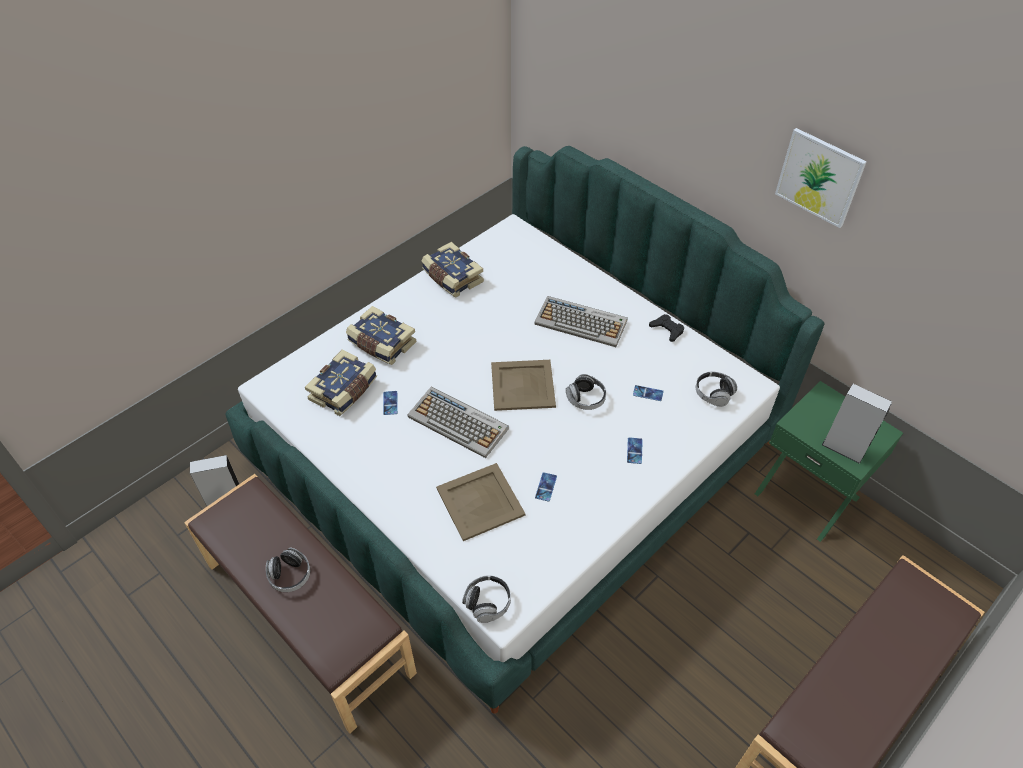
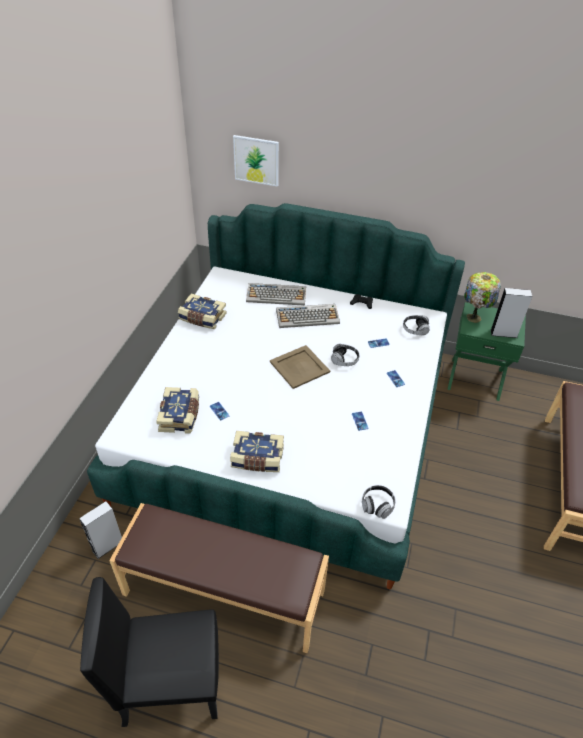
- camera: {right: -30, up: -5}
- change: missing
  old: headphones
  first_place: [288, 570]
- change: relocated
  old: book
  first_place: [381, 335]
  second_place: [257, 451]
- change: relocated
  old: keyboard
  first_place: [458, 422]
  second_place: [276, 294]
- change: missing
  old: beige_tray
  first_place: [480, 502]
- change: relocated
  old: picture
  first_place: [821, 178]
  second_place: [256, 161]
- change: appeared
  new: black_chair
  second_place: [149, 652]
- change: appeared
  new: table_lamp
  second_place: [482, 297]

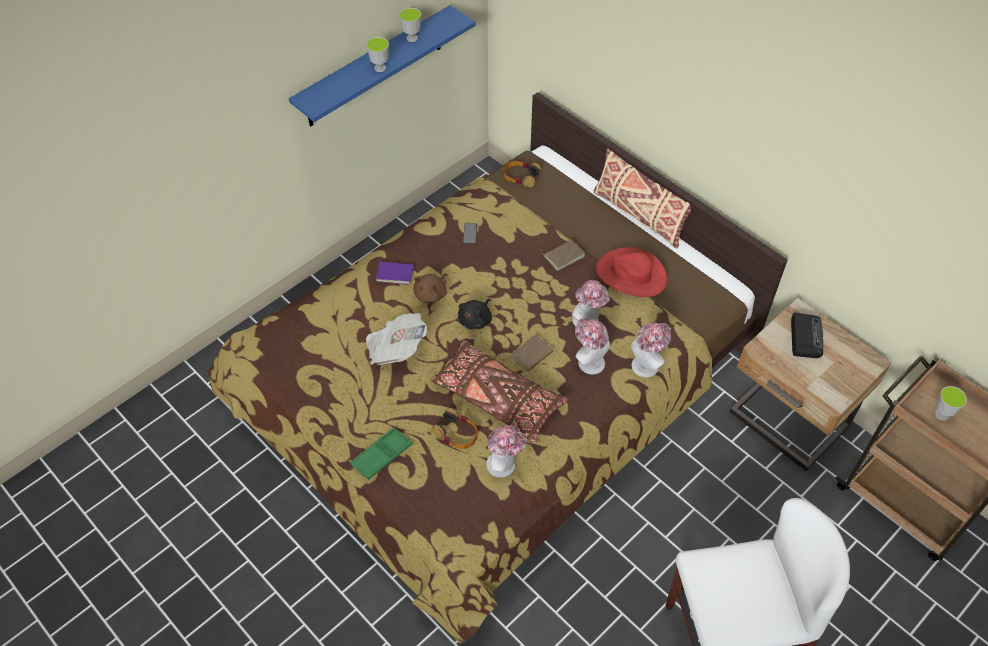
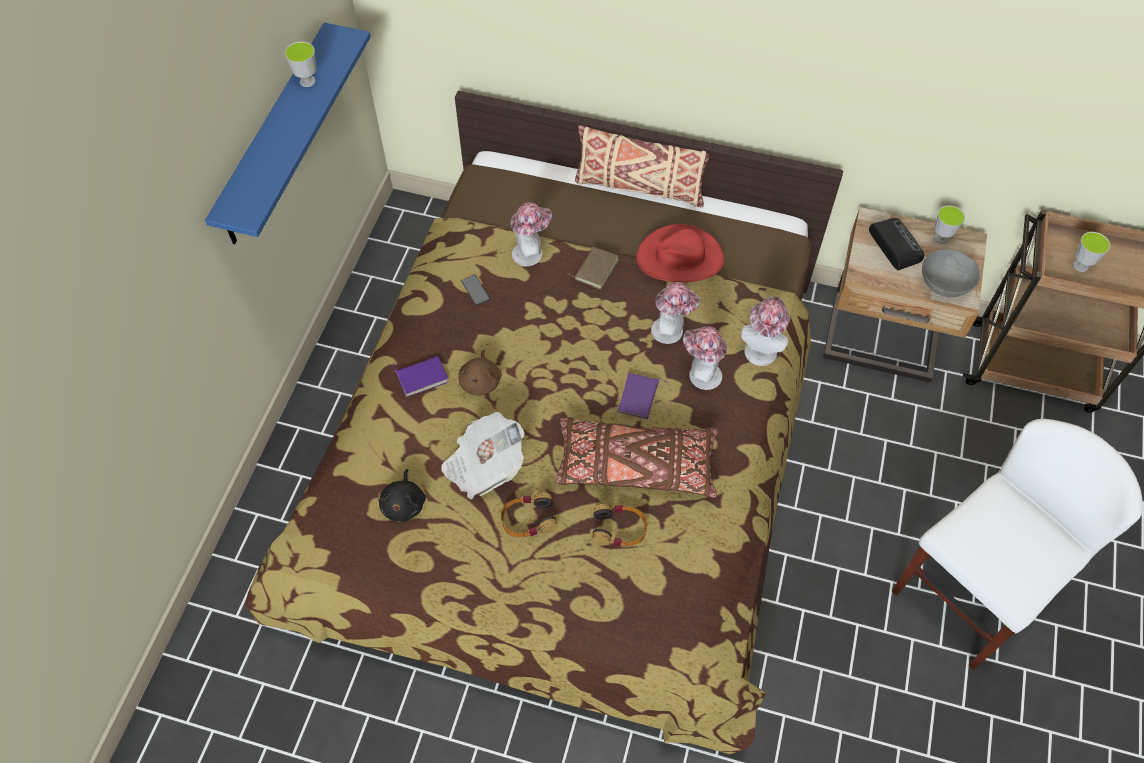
- camera: {right: -30, up: 5}
- change: missing
  old: green_tray
  first_place: [381, 453]
- change: relocated
  old: cup
  first_place: [377, 54]
  second_place: [949, 224]
- change: relocated
  old: black_plush_toy
  first_place: [475, 314]
  second_place: [402, 495]
- change: relocated
  old: hat
  first_place: [506, 451]
  second_place: [531, 234]
- change: relocated
  old: headphones
  first_place: [522, 174]
  second_place: [529, 515]
- change: colour
  old: brown_book
  new: purple_book
  first_place: [534, 353]
  second_place: [642, 396]
- change: appeared
  new: grey_bowl
  second_place: [951, 273]

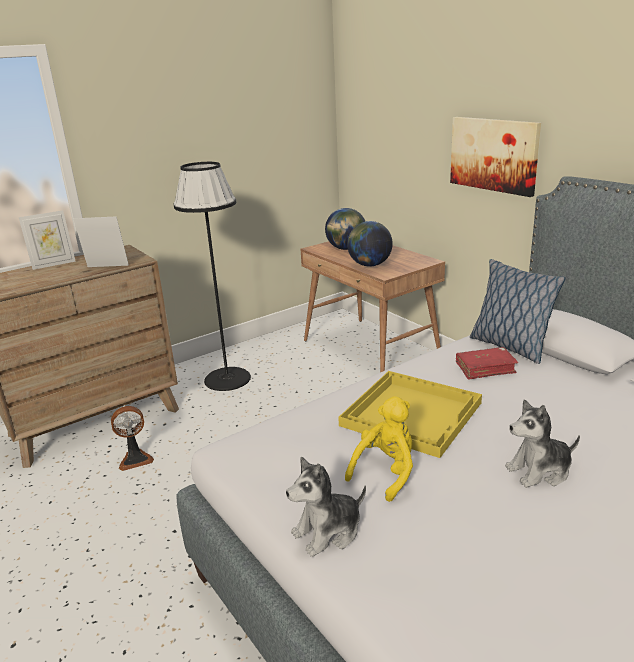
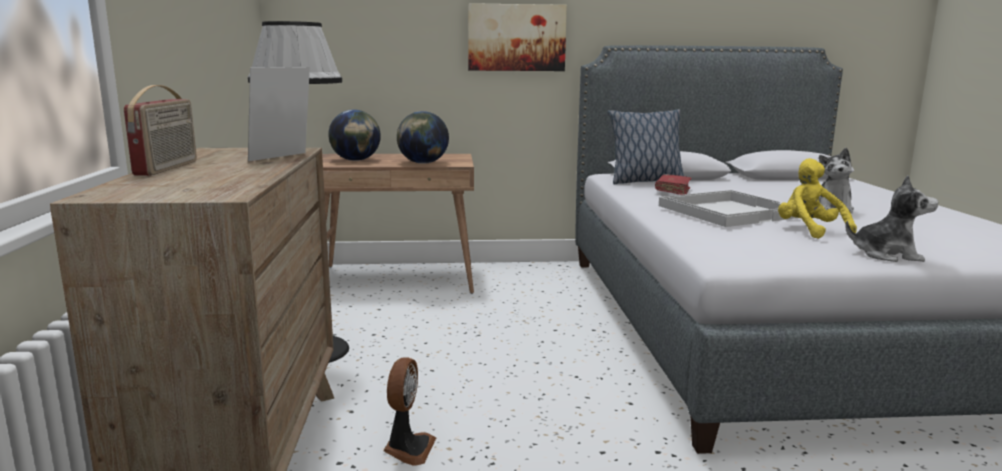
- camera: {right: -60, up: -10}
- change: exchanged
  old: picture_frame
  new: radio
  first_place: [47, 240]
  second_place: [160, 130]
- change: spun
  old: plush_toy
  first_place: [326, 507]
  second_place: [891, 218]
  degrees: -75
- change: colour
  old: yellow_tray
  new: white_tray
  first_place: [410, 414]
  second_place: [727, 208]

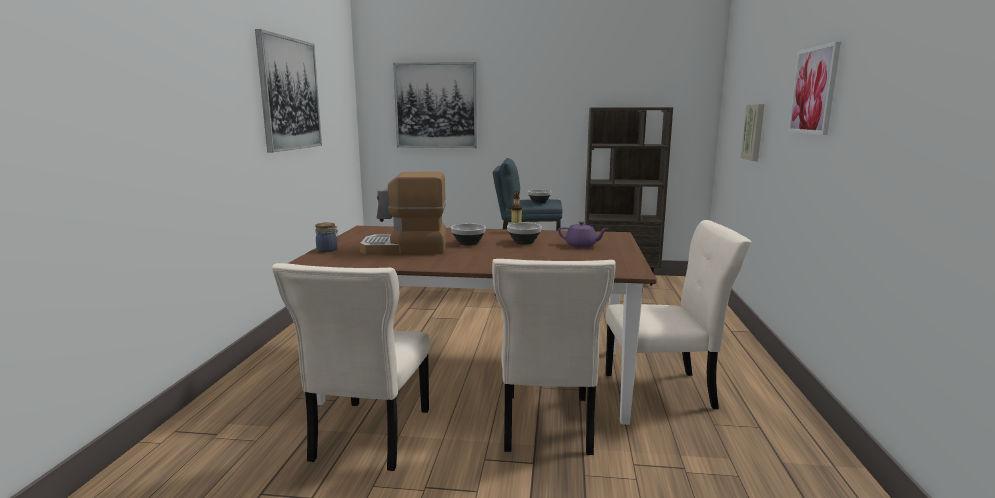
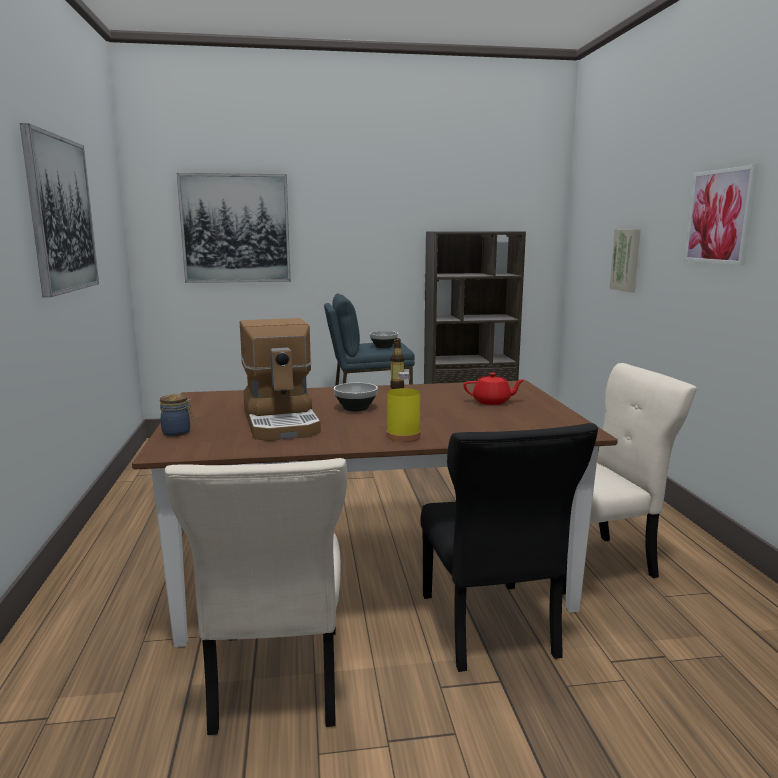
- camera: {right: -15, up: 0}
- change: spun
  old: coffee_machine
  first_place: [403, 213]
  second_place: [280, 379]
  degrees: -90
- change: colour
  old: beige_chair
  new: black_chair
  first_place: [554, 357]
  second_place: [509, 547]
- change: missing
  old: bowl
  first_place: [524, 233]
- change: colour
  old: purple_teapot
  new: red_teapot
  first_place: [583, 234]
  second_place: [493, 389]
- change: appeared
  new: yellow_bottle
  second_place: [403, 407]

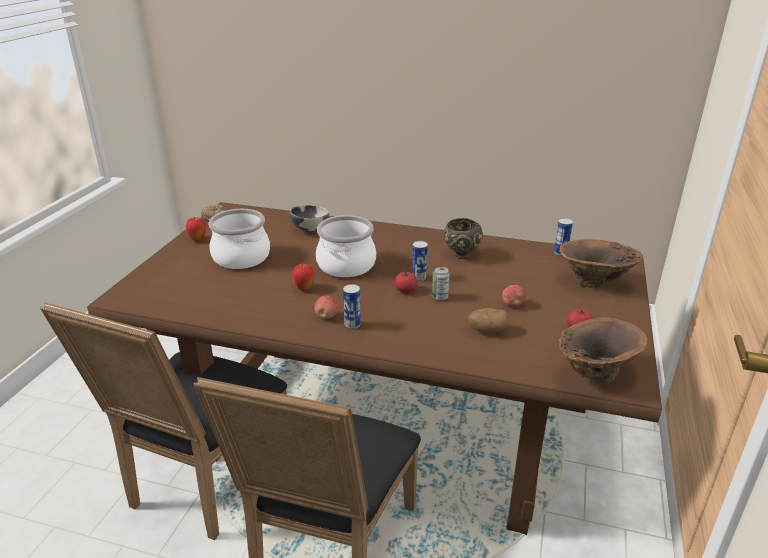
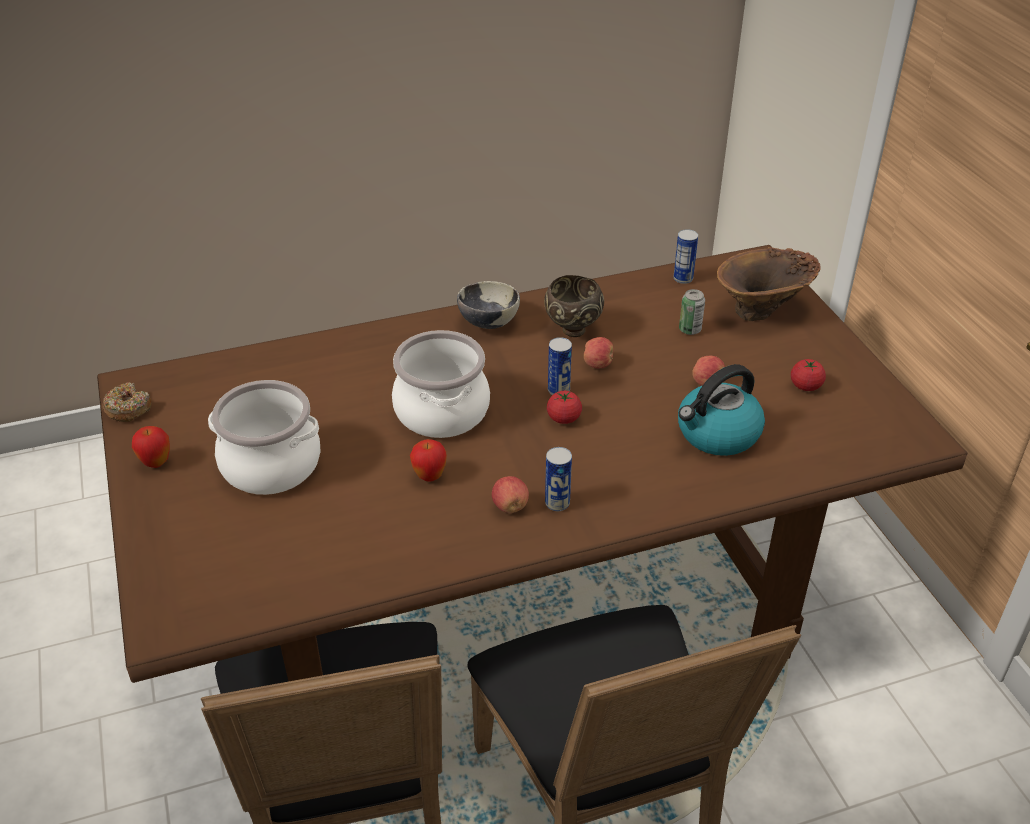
- camera: {right: -35, up: 10}
- change: relocated
  old: bowl
  first_place: [309, 218]
  second_place: [488, 305]
- change: relocated
  old: can
  first_place: [441, 284]
  second_place: [692, 312]
- change: exchanged
  old: potato
  new: kettle
  first_place: [488, 320]
  second_place: [721, 410]
- change: missing
  old: brown_vase
  first_place: [603, 351]
- change: appeared
  new: apple
  second_place: [598, 352]

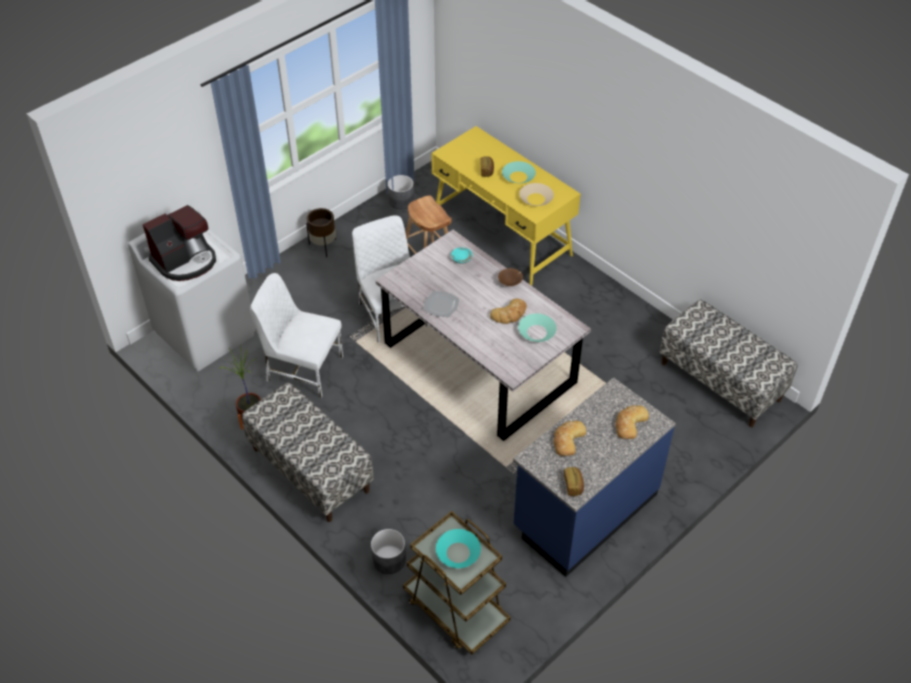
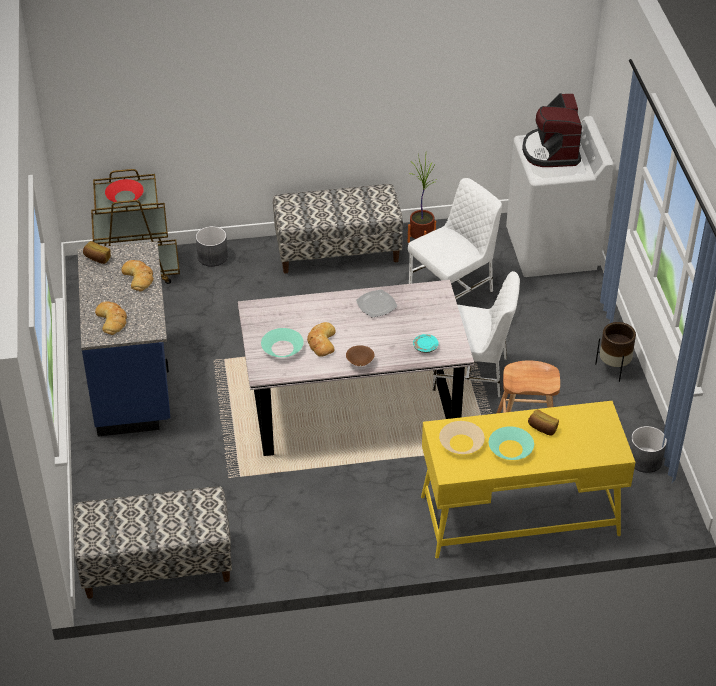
- camera: {right: 125, up: -5}
- change: colour
  old: turquoise_bowl
  new: red_bowl
  first_place: [458, 548]
  second_place: [124, 191]

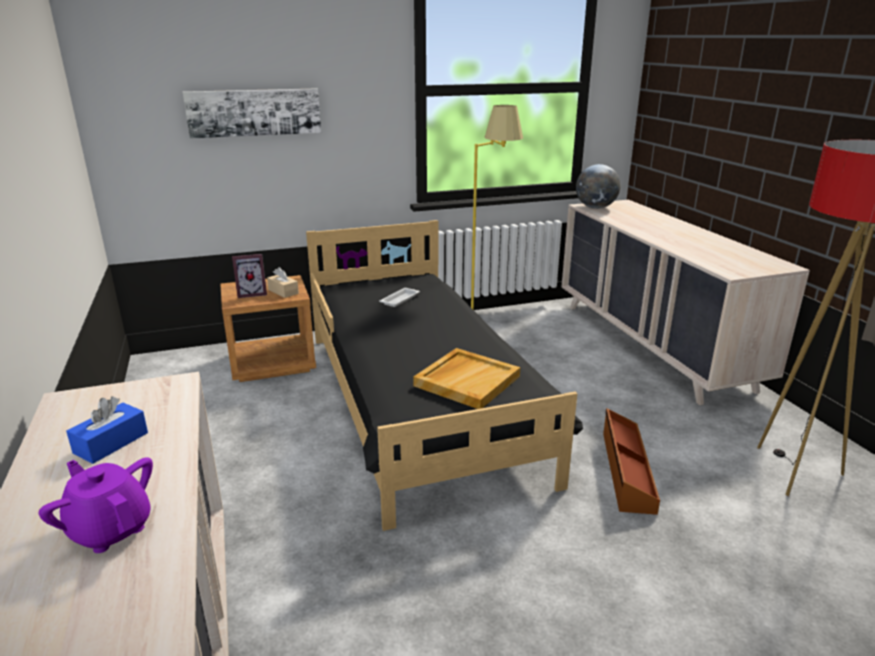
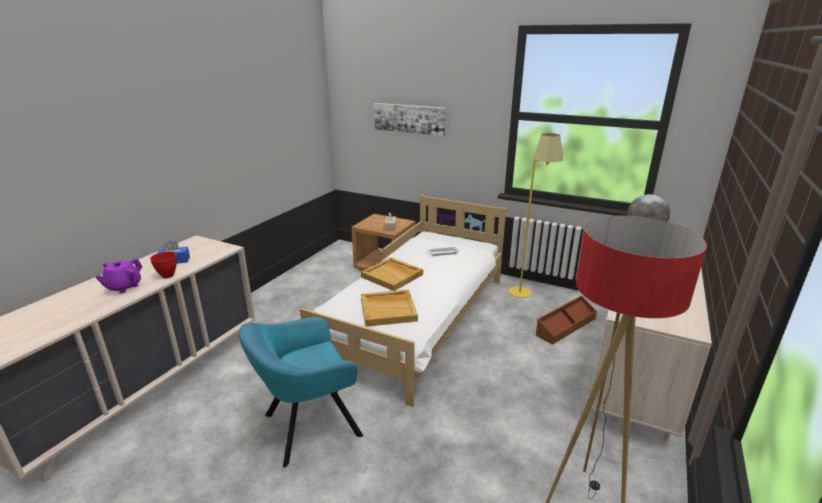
- camera: {right: 45, up: 0}
- change: spun
  old: purple_teapot
  first_place: [96, 505]
  second_place: [118, 275]
  degrees: -150
- change: missing
  old: picture_frame
  first_place: [249, 276]
- change: colour
  old: black_bed
  new: white_bed
  first_place: [444, 375]
  second_place: [403, 301]
- change: relocated
  old: brown_storage_box
  first_place: [631, 461]
  second_place: [566, 320]
- change: appeared
  new: red_bowl
  second_place: [163, 264]
- change: appeared
  new: turquoise_armchair
  second_place: [301, 392]
- change: appeared
  new: beige_tray
  second_place: [392, 274]

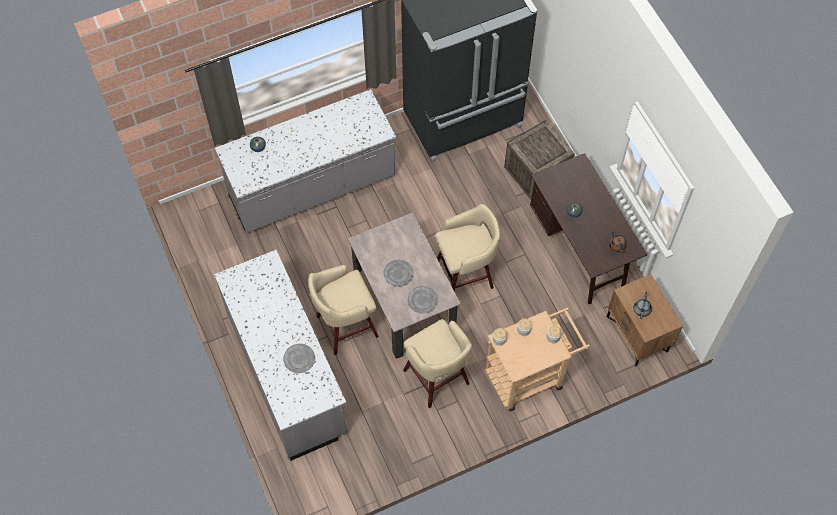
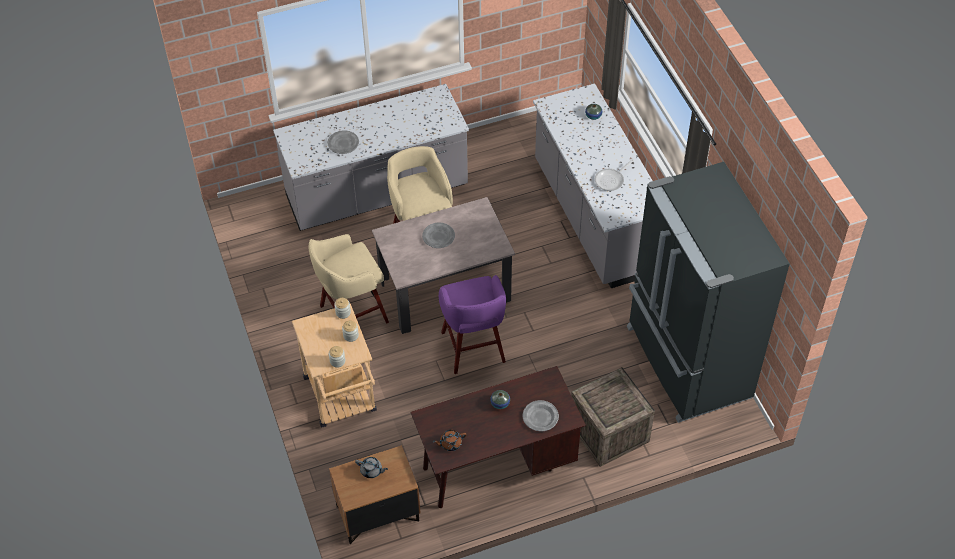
- camera: {right: 95, up: -10}
- change: relocated
  old: grey_plate
  first_place: [422, 300]
  second_place: [541, 415]
- change: colour
  old: beige_stool
  new: purple_stool
  first_place: [467, 247]
  second_place: [472, 324]
- change: appeared
  new: frying_pan
  second_place: [614, 175]

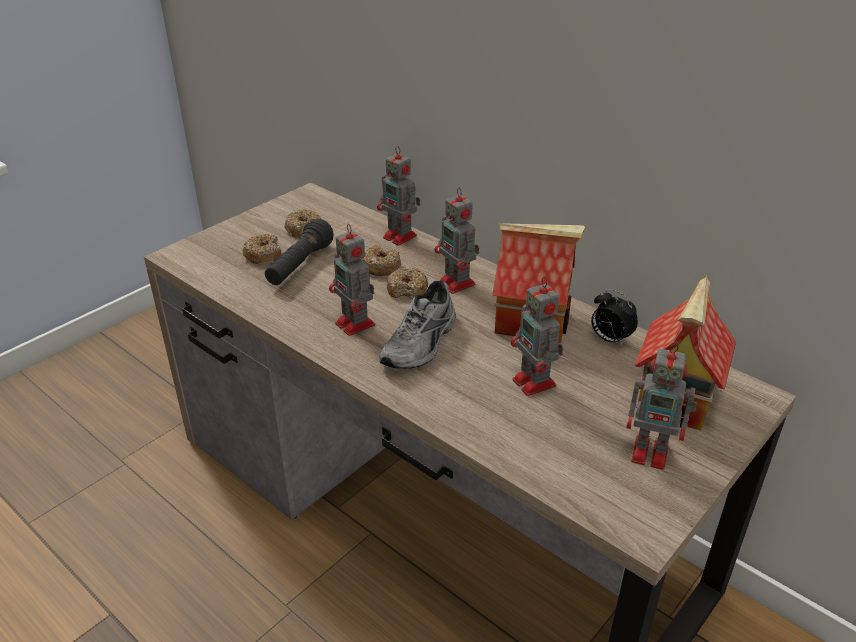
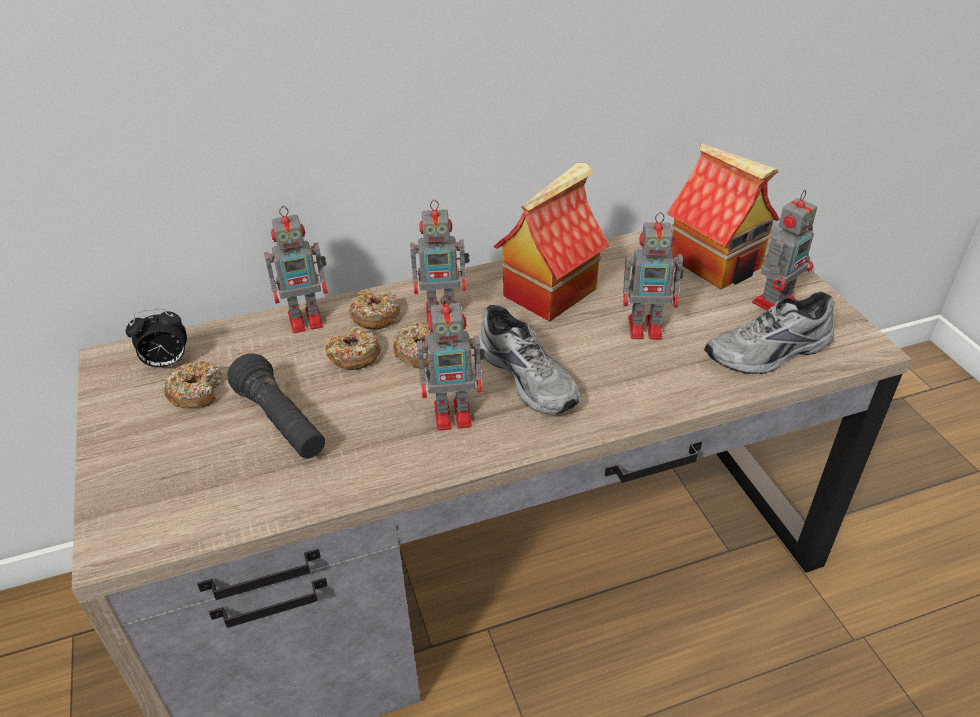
- camera: {right: -60, up: 5}
- change: relocated
  old: donut
  first_place: [262, 249]
  second_place: [374, 309]
- change: relocated
  old: alarm_clock
  first_place: [614, 318]
  second_place: [156, 338]
- change: appeared
  new: grey_shoe
  second_place: [769, 332]

